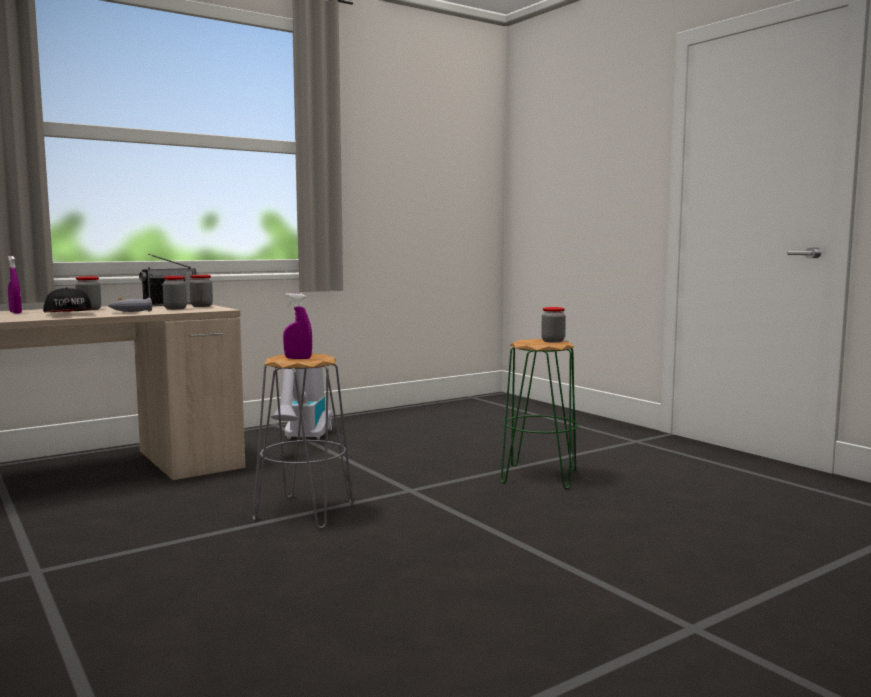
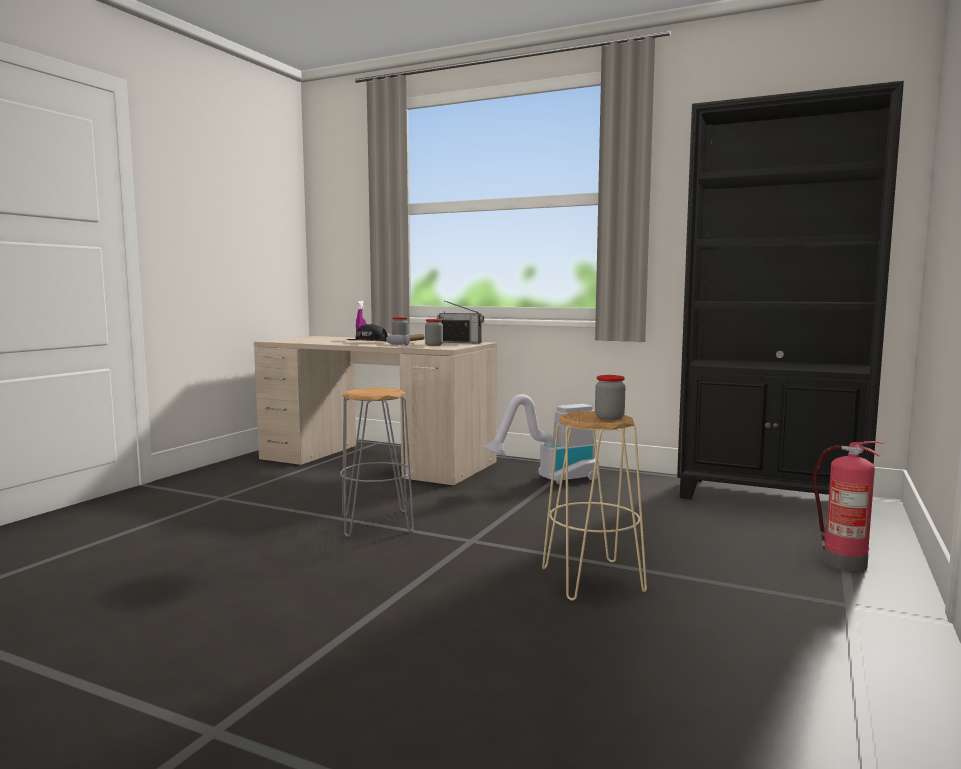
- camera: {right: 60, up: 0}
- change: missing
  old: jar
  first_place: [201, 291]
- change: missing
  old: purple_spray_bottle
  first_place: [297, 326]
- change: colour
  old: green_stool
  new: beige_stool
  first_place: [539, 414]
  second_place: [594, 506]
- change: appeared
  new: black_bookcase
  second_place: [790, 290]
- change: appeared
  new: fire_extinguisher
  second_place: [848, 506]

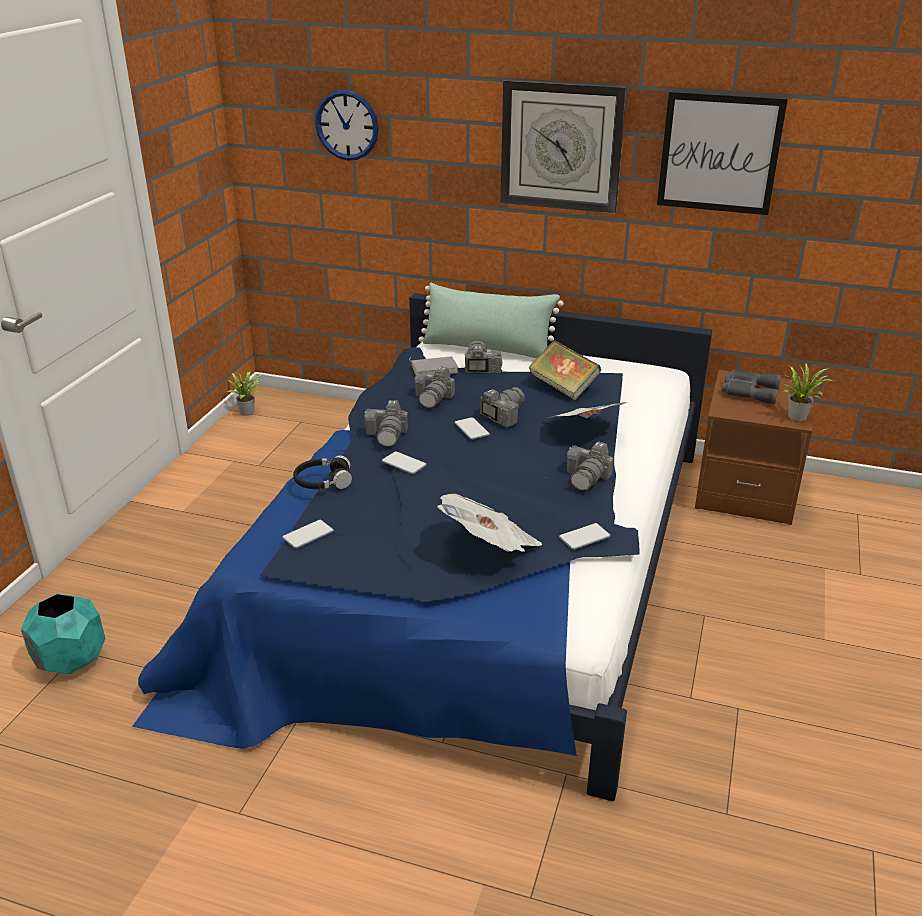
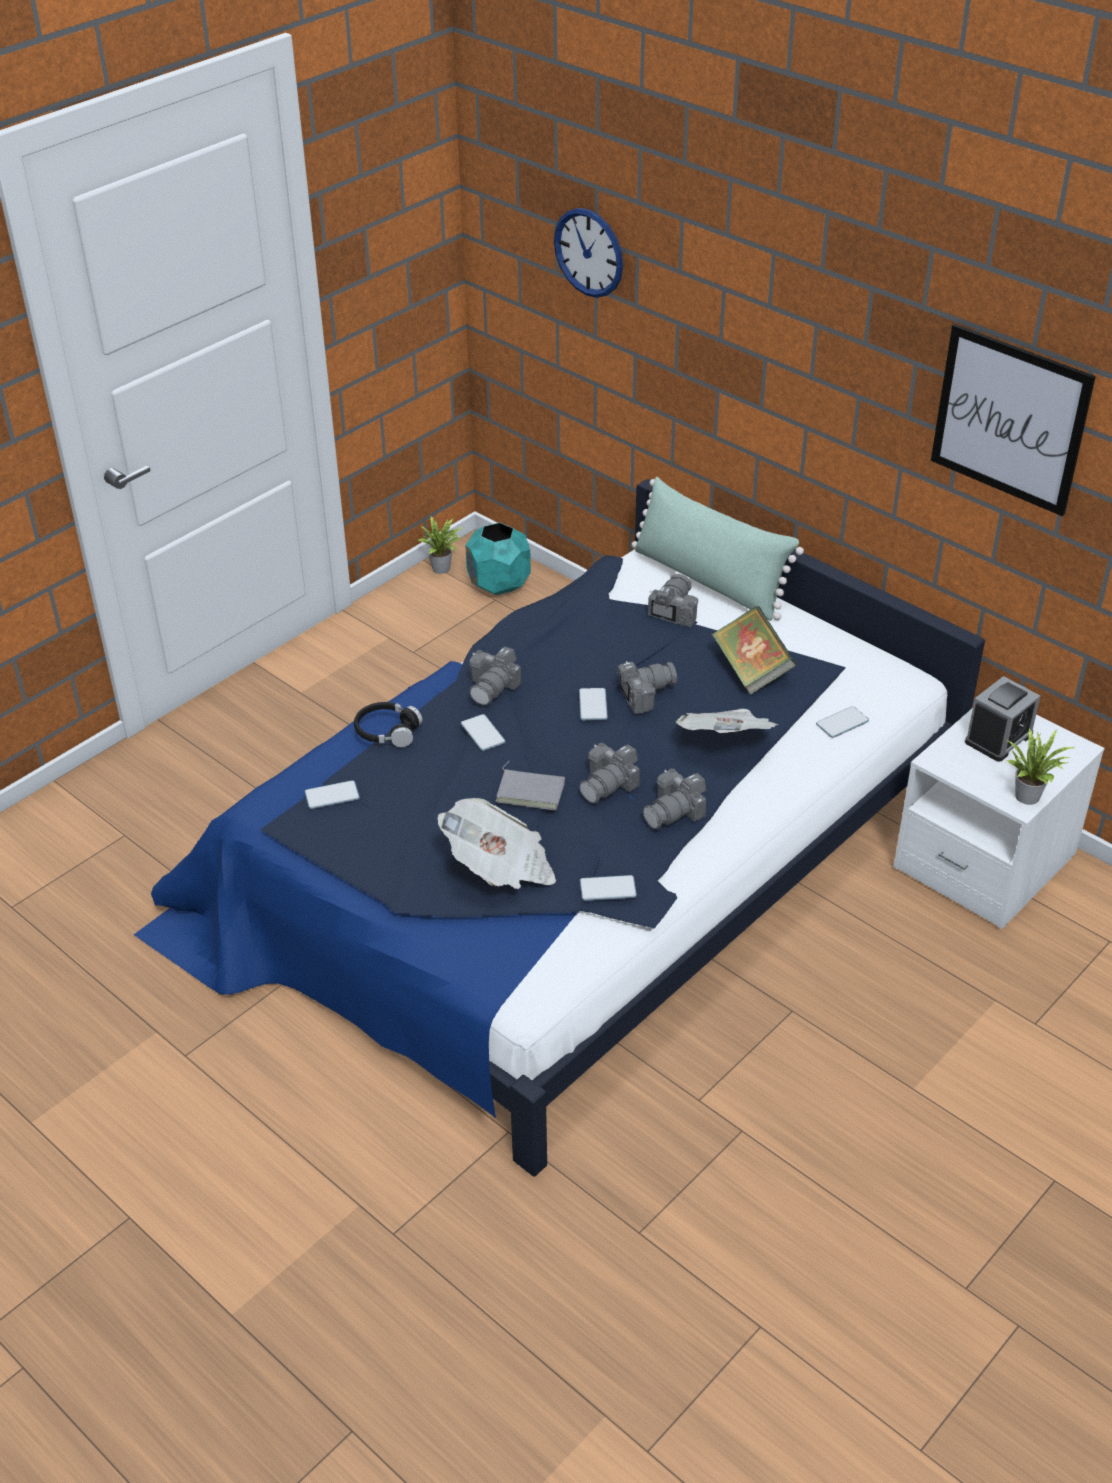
- camera: {right: 25, up: 10}
- change: relocated
  old: turquoise_planter
  first_place: [63, 634]
  second_place: [498, 559]
- change: relocated
  old: grey_book
  first_place: [434, 366]
  second_place: [530, 785]
- change: relocated
  old: photo_camera
  first_place: [434, 387]
  second_place: [609, 773]
- change: missing
  old: wall_clock
  first_place: [564, 146]
- change: colour
  old: brown_nightstand
  new: white_nightstand
  first_place: [754, 447]
  second_place: [999, 818]
- change: exchanged
  old: grey_binoculars
  new: alarm_clock
  first_place: [751, 387]
  second_place: [1002, 719]
- change: appeared
  new: phone
  second_place: [842, 722]

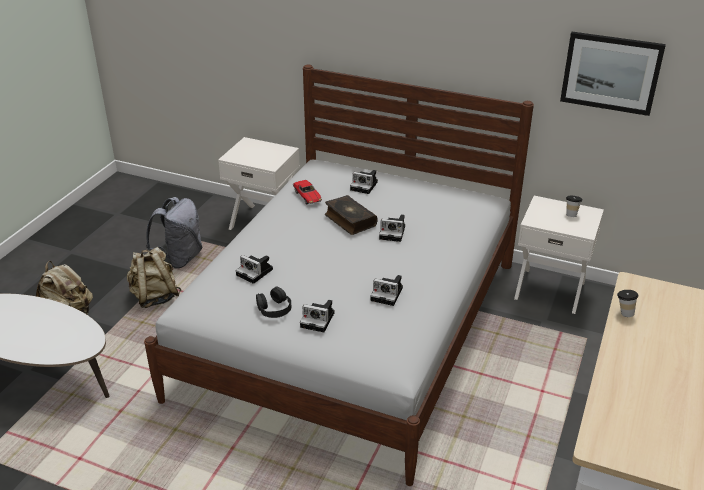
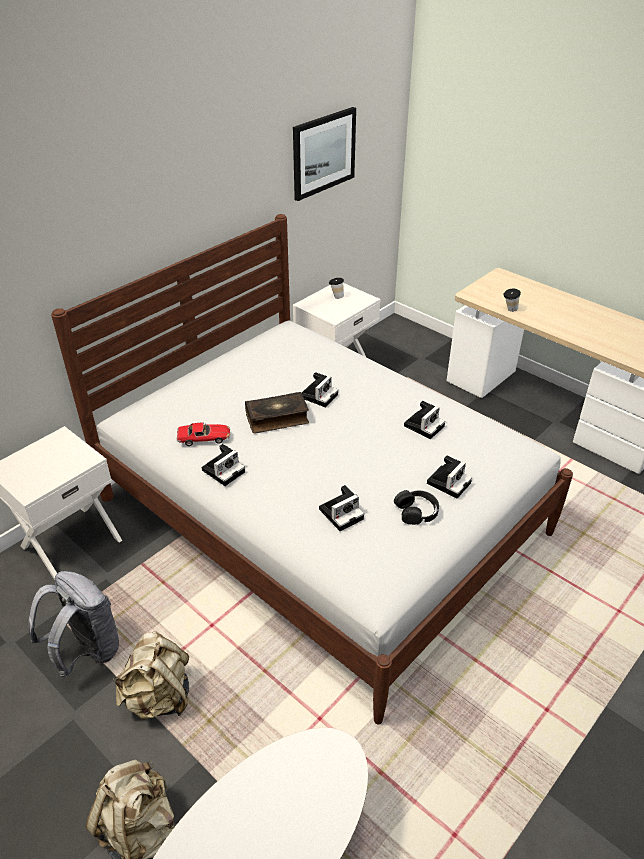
- camera: {right: -70, up: 5}
- change: relocated
  old: photo_camera
  first_place: [364, 182]
  second_place: [223, 465]

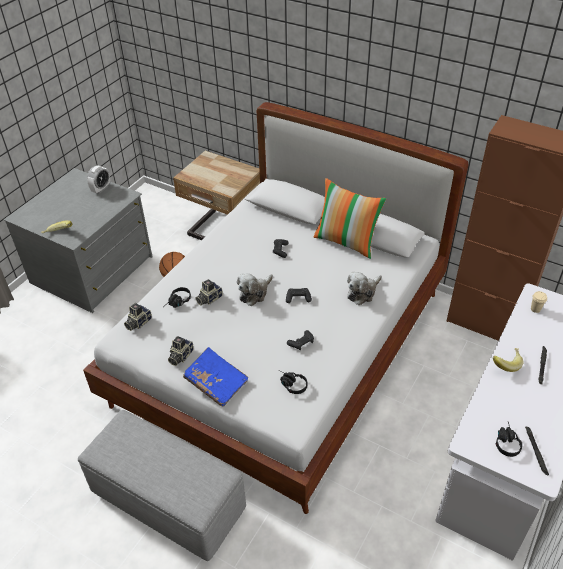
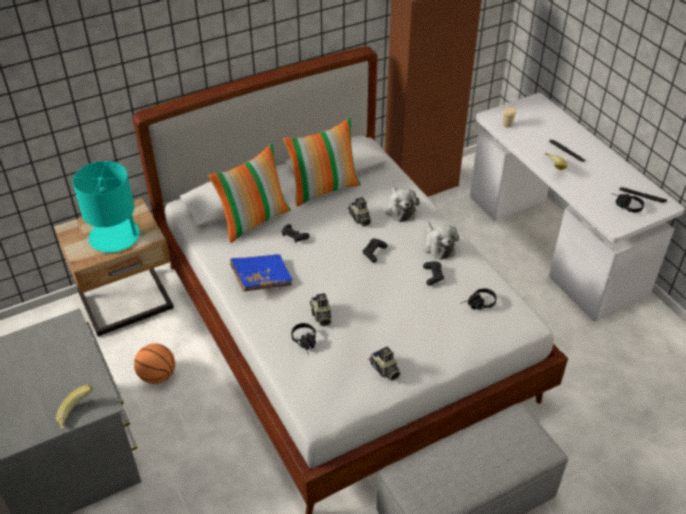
- camera: {right: -60, up: 0}
- change: missing
  old: alarm_clock
  first_place: [98, 179]
- change: relocated
  old: photo_camera
  first_place: [138, 317]
  second_place: [359, 212]
- change: relocated
  old: blue_book
  first_place: [215, 377]
  second_place: [261, 273]
- change: relocated
  old: plush_toy
  first_place: [255, 289]
  second_place: [441, 241]
- change: appeared
  new: turquoise_table_lamp
  second_place: [109, 207]
- change: appeared
  new: pillow
  second_place: [249, 193]

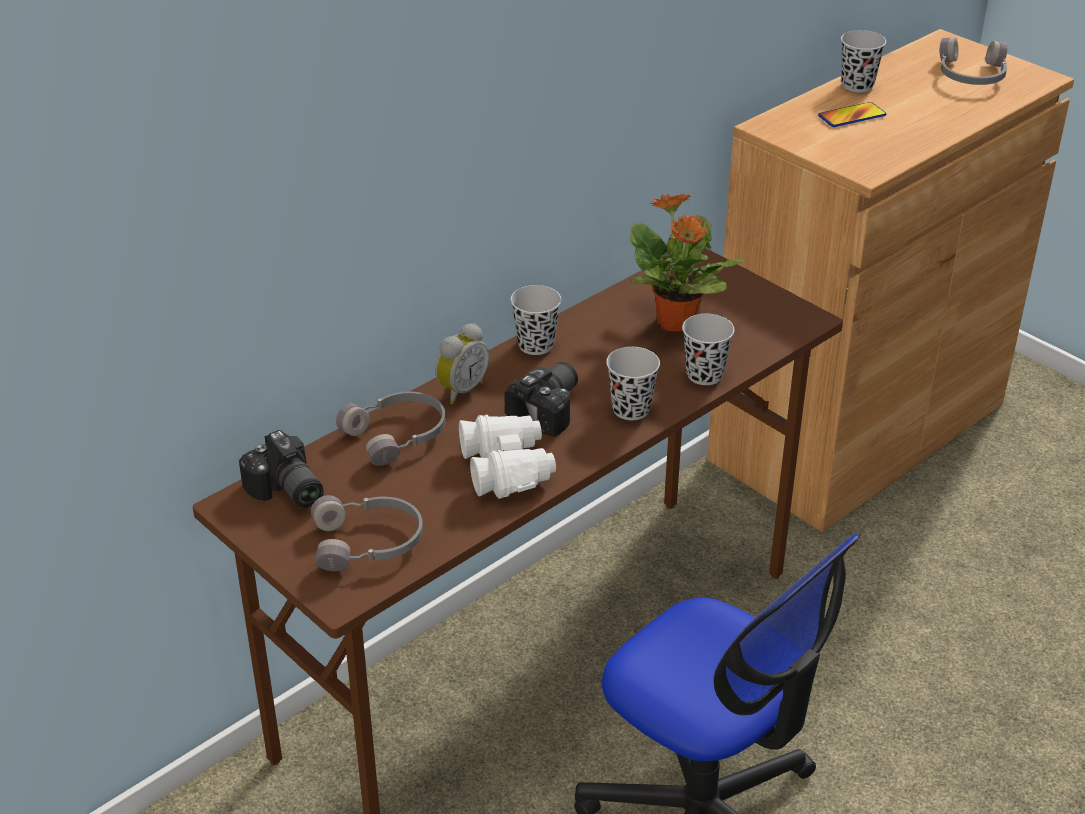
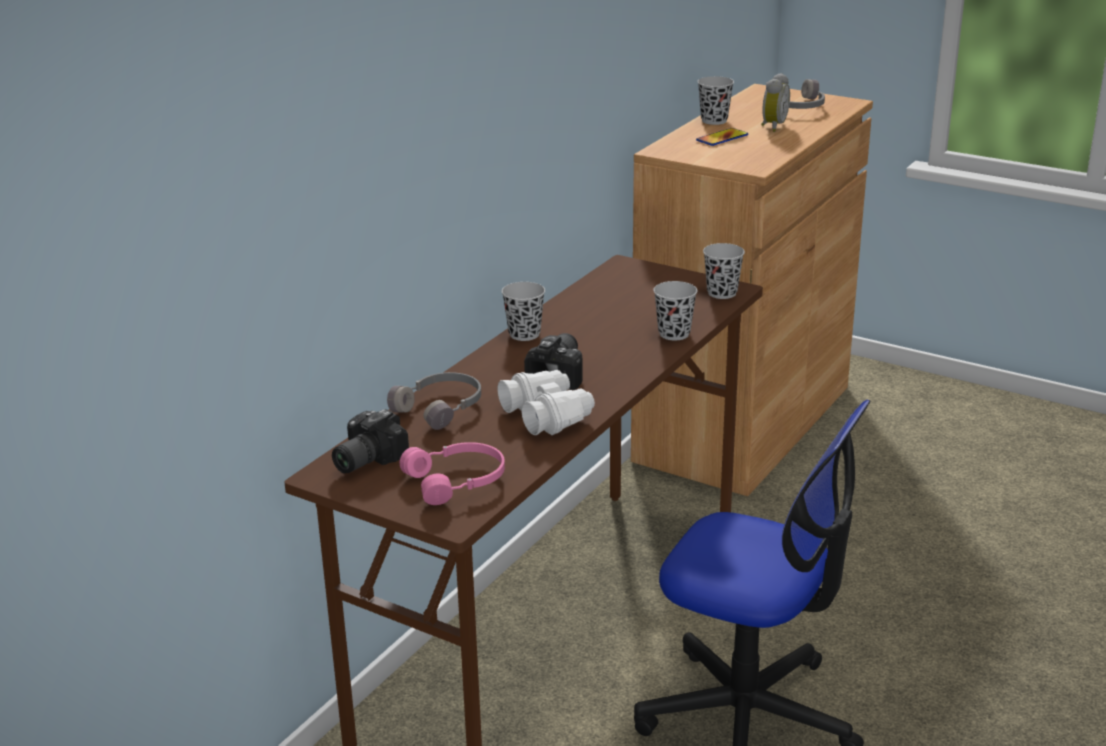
- camera: {right: -15, up: -10}
- change: spun
  old: photo_camera
  first_place: [281, 469]
  second_place: [370, 441]
  degrees: 90
- change: colour
  old: grey_headphones
  new: pink_headphones
  first_place: [367, 533]
  second_place: [452, 473]
- change: relocated
  old: alarm_clock
  first_place: [462, 363]
  second_place: [775, 102]
- change: relocated
  old: black_cup
  first_place: [633, 383]
  second_place: [724, 271]
- change: missing
  old: potted_plant
  first_place: [687, 262]

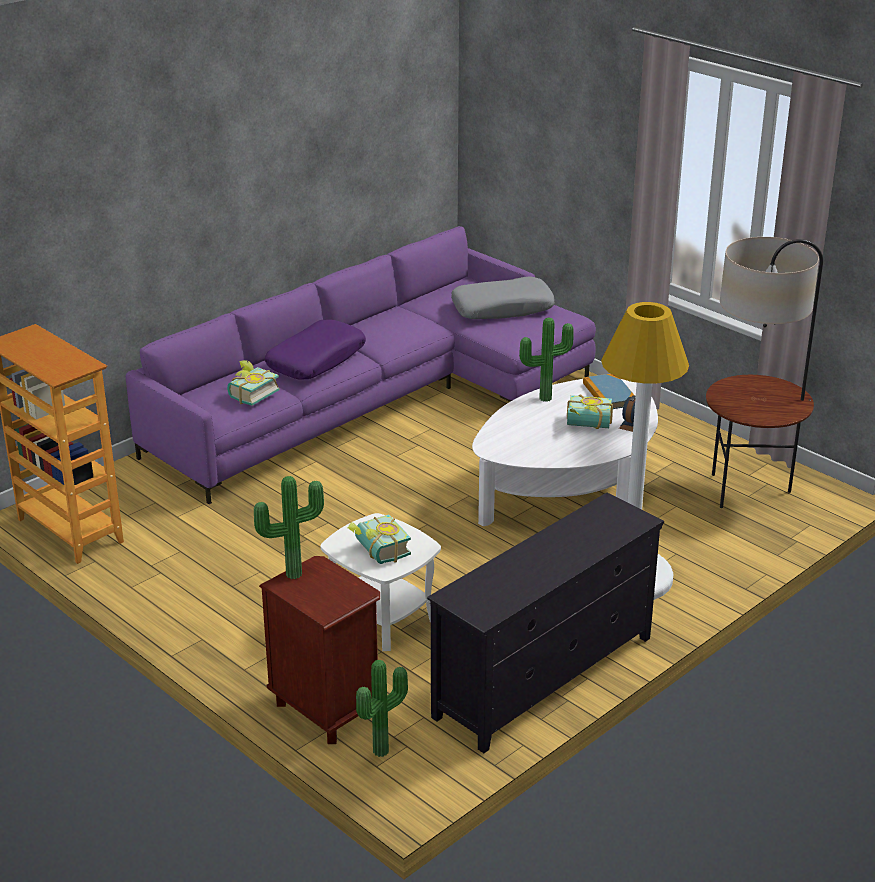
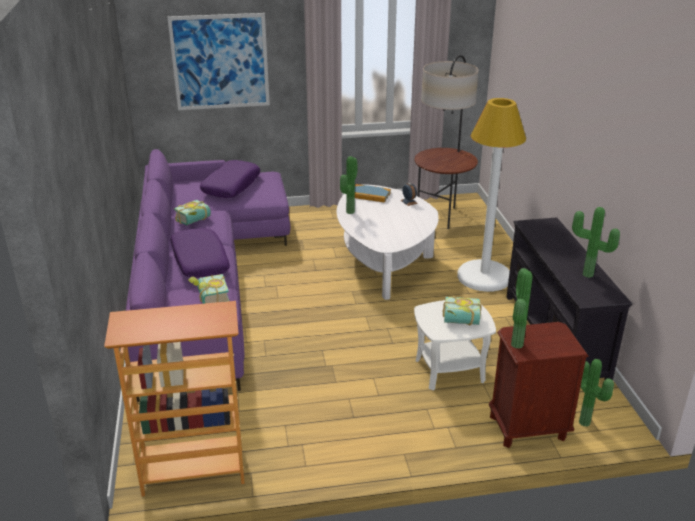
- camera: {right: -55, up: 0}
- change: colour
  old: grey_pillow
  new: purple_pillow
  first_place: [503, 298]
  second_place: [230, 179]
- change: relocated
  old: book
  first_place: [590, 411]
  second_place: [192, 213]
- change: appeared
  new: picture
  second_place: [218, 61]
- change: appeared
  new: potted_plant
  second_place: [596, 242]

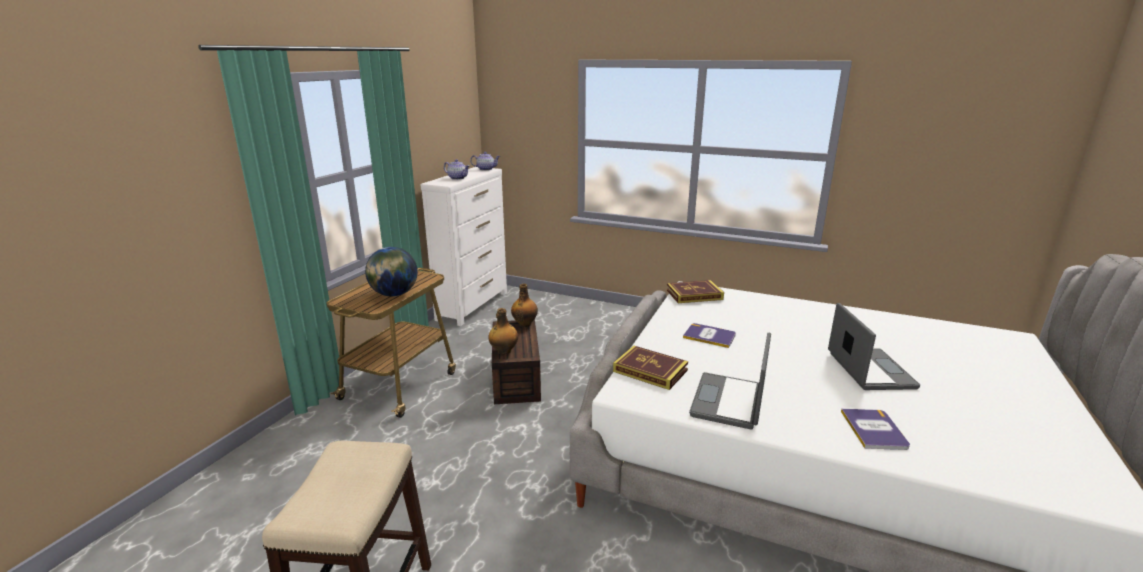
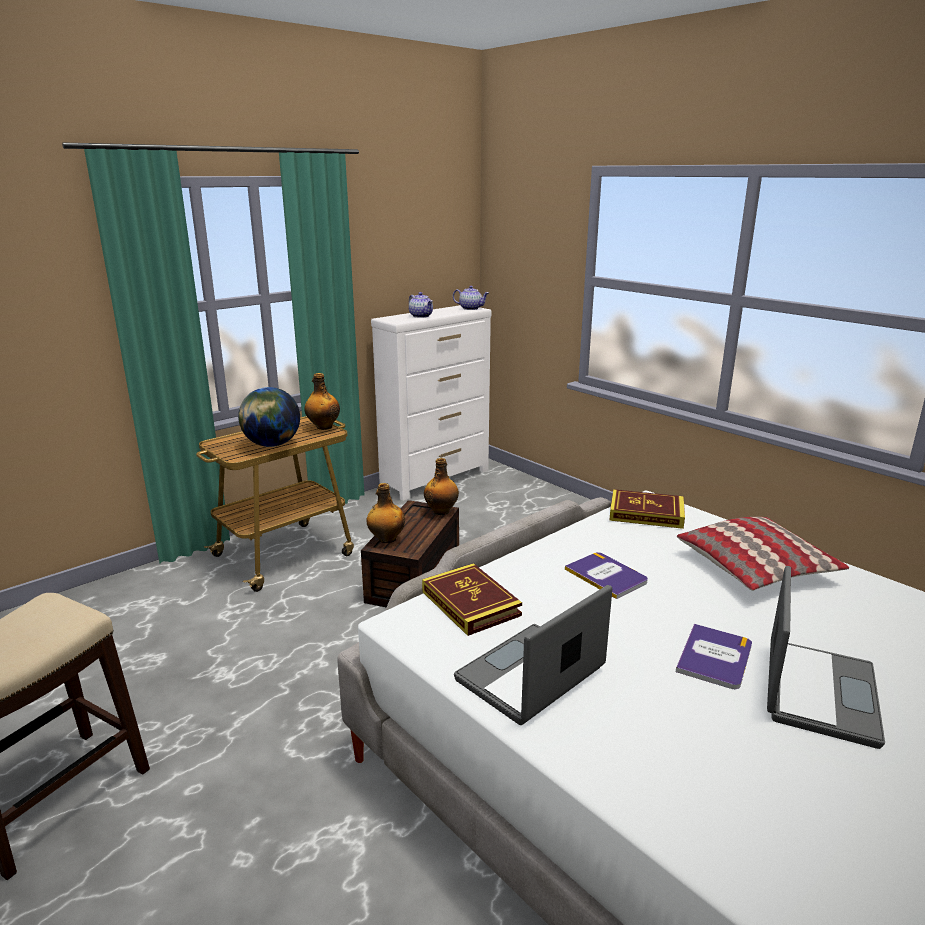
- camera: {right: 25, up: 0}
- change: relocated
  old: book
  first_place: [875, 429]
  second_place: [714, 656]
- change: appeared
  new: bottle
  second_place: [322, 401]
- change: appeared
  new: pillow
  second_place: [763, 554]

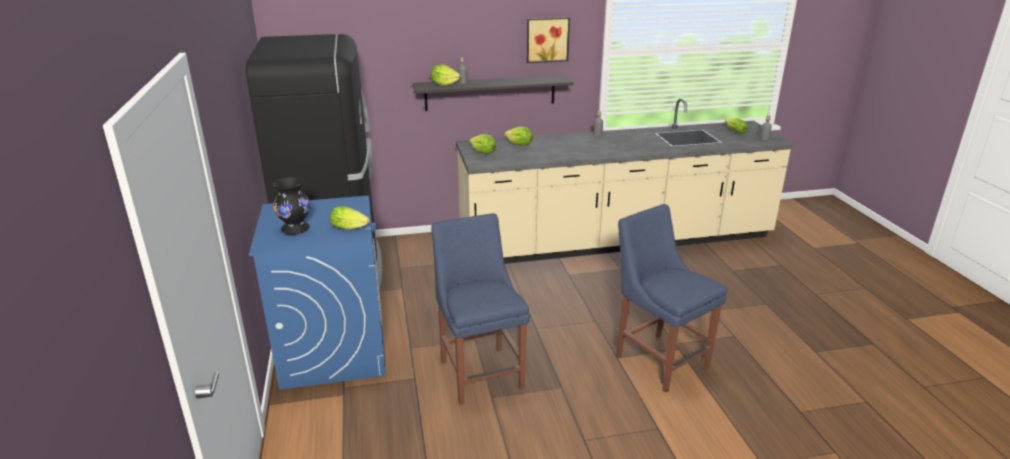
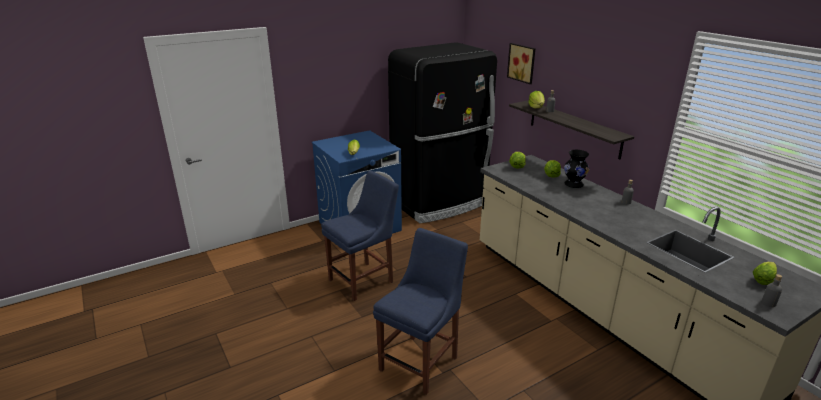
- camera: {right: 70, up: 0}
- change: relocated
  old: black_vase
  first_place: [291, 205]
  second_place: [576, 169]
- change: relocated
  old: picture
  first_place: [548, 40]
  second_place: [521, 63]

